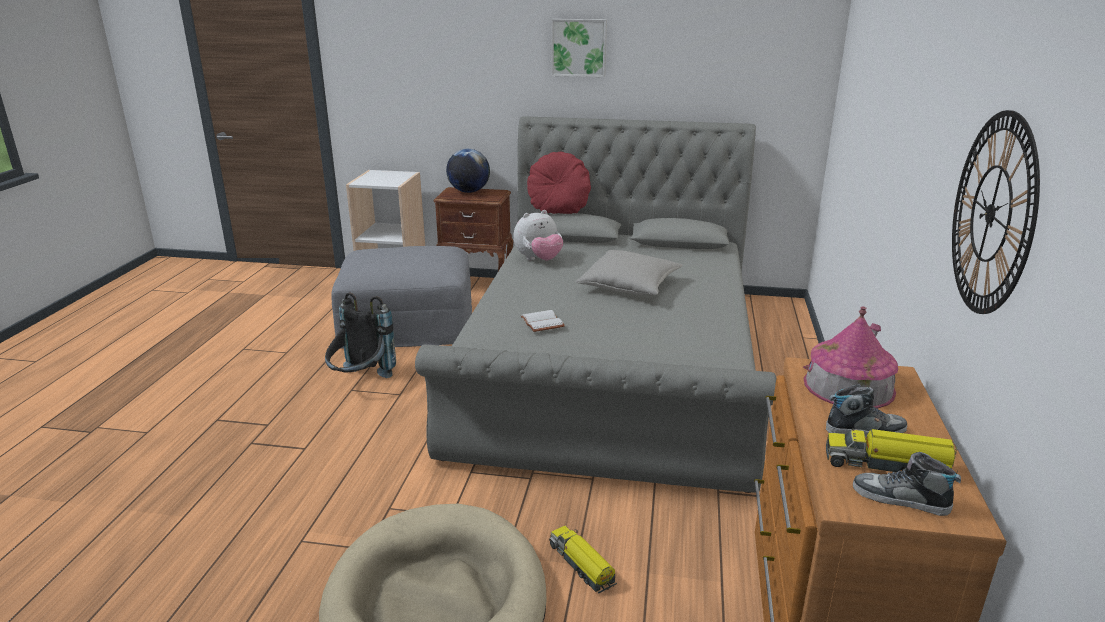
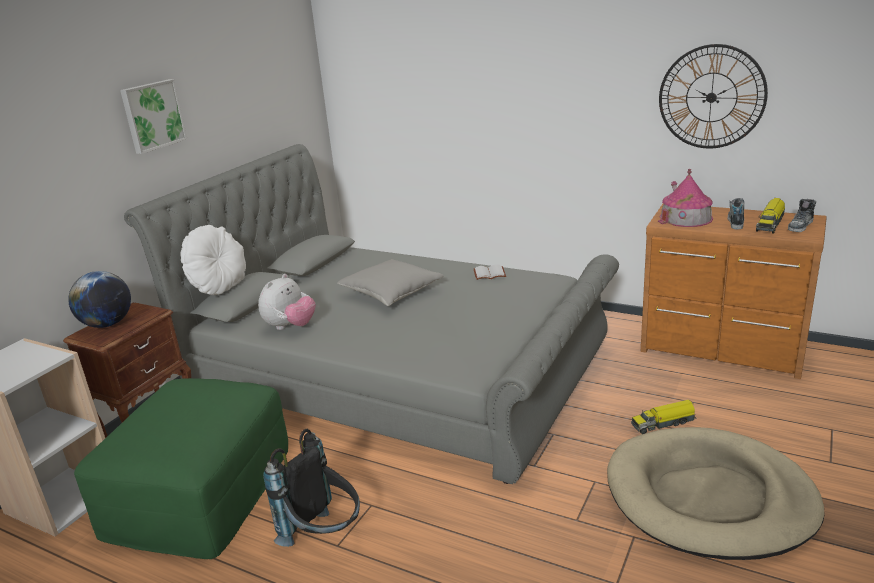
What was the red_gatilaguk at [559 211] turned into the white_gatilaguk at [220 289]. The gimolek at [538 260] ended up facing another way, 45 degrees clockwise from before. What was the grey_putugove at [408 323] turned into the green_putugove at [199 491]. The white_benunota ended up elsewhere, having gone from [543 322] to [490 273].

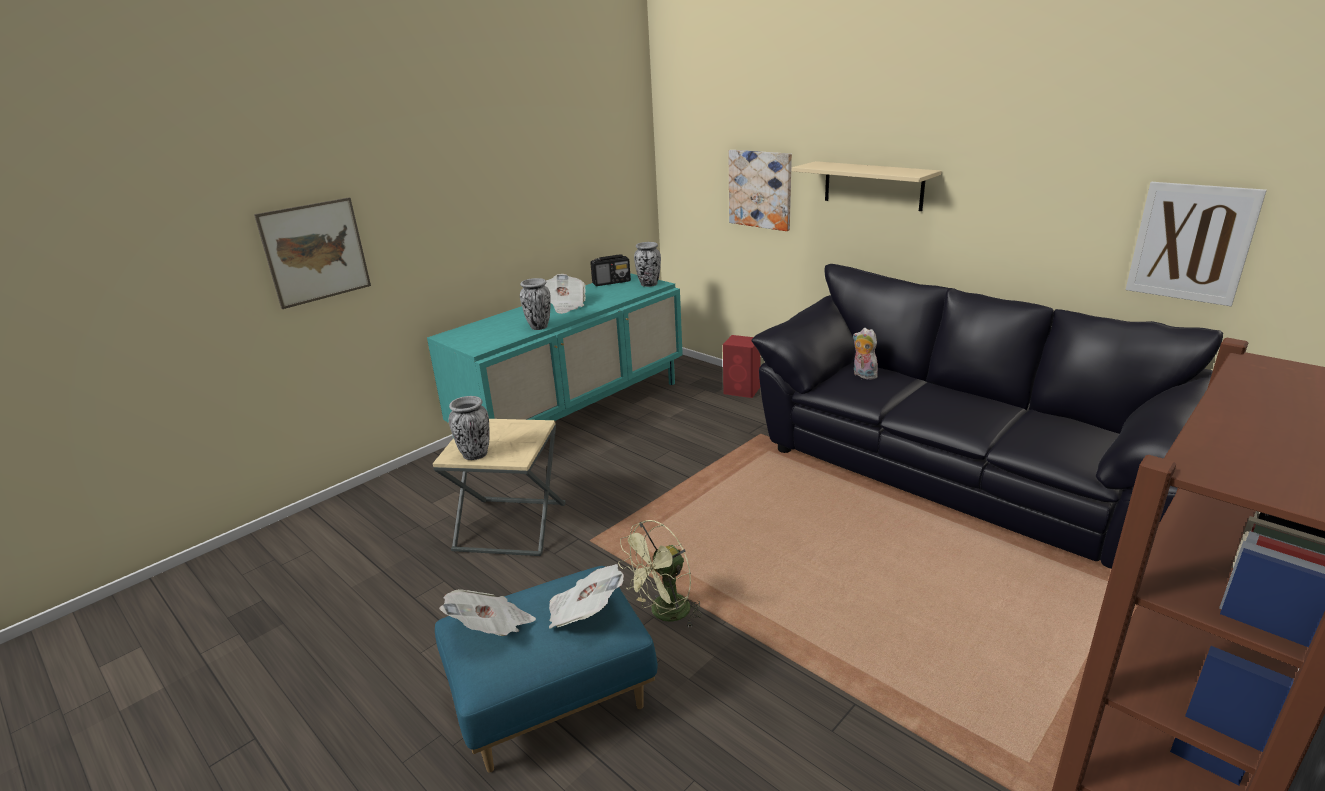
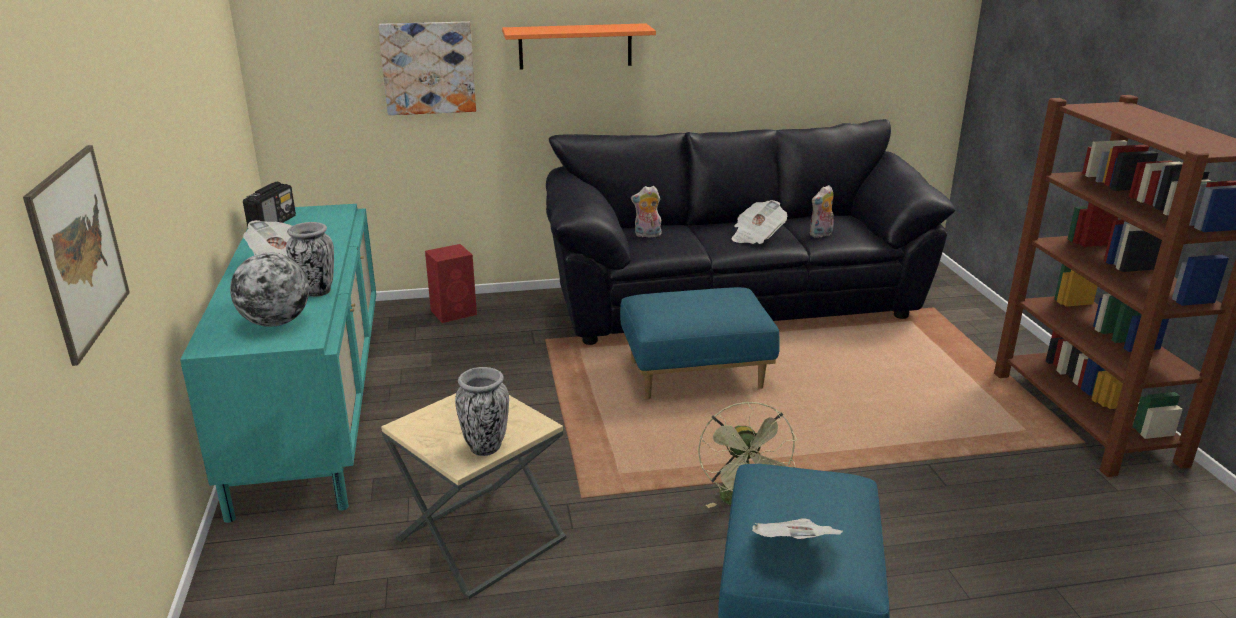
What was the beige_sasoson at [873 185] turned into the orange_sasoson at [575 46]. The second view lost the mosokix at [1191 243]. The second view lost the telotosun at [649 284]. The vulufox ended up elsewhere, having gone from [585 613] to [756 237]. The second view gained the gimolek at [821 235]. The second view gained the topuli at [276 322]. The second view gained the blue_putugove at [696 375].

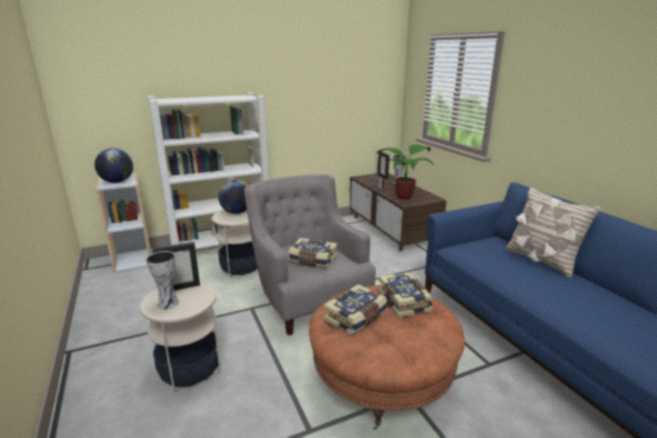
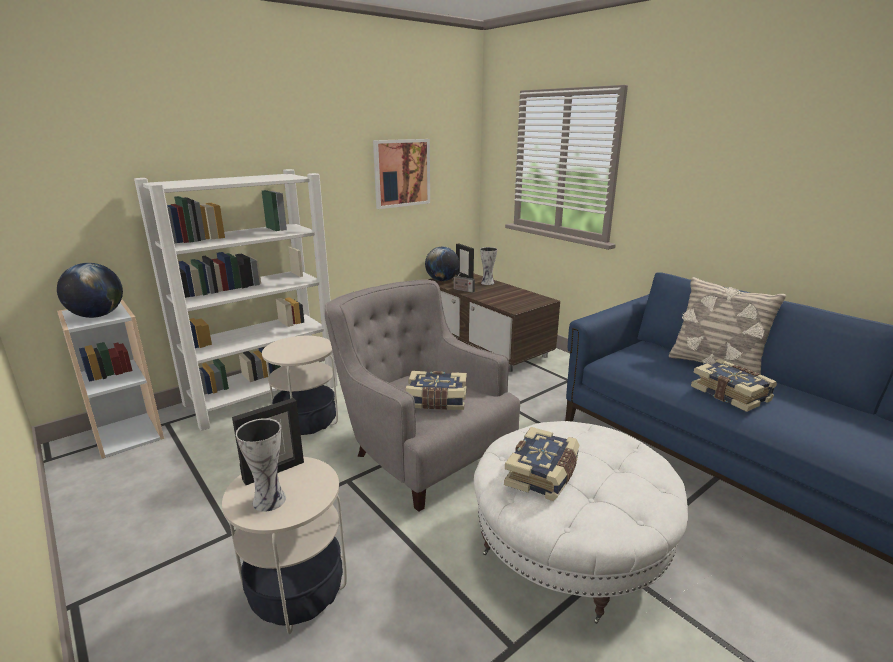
The second view lost the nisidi at [405 197]. The topuli ended up elsewhere, having gone from [237 212] to [442 280]. The benunota ended up elsewhere, having gone from [404 302] to [731 394]. What was the brown_putugove at [381 377] turned into the white_putugove at [569 547]. The second view gained the mosokix at [401 173].

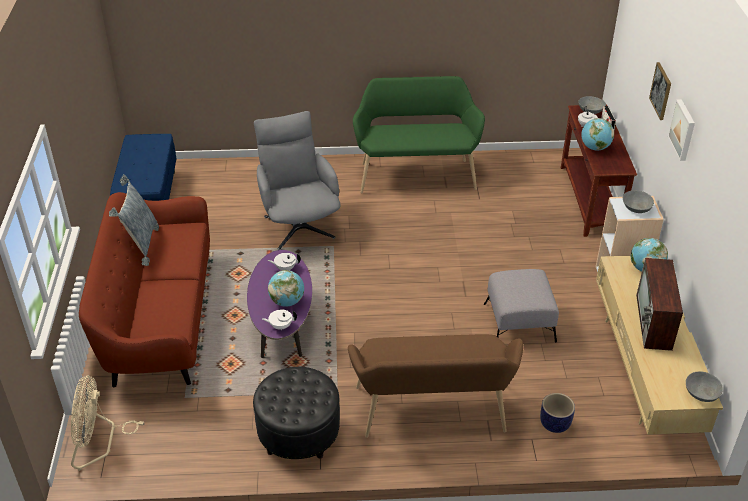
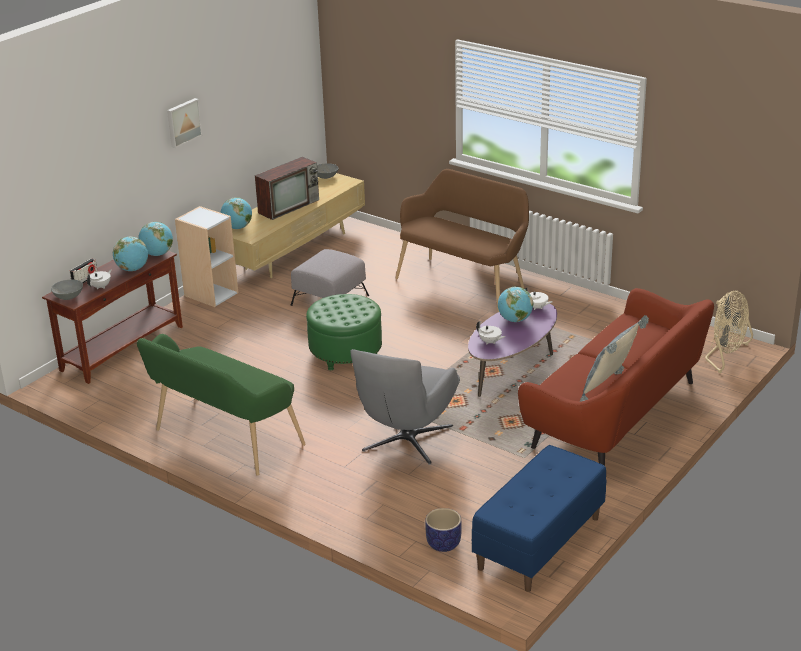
The second view lost the mosokix at [661 91]. The second view lost the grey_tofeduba at [635 208]. The second view lost the black_putugove at [298 434]. The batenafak ended up elsewhere, having gone from [555 424] to [443 544]. The second view gained the topuli at [157 254]. The second view gained the green_putugove at [345 353].

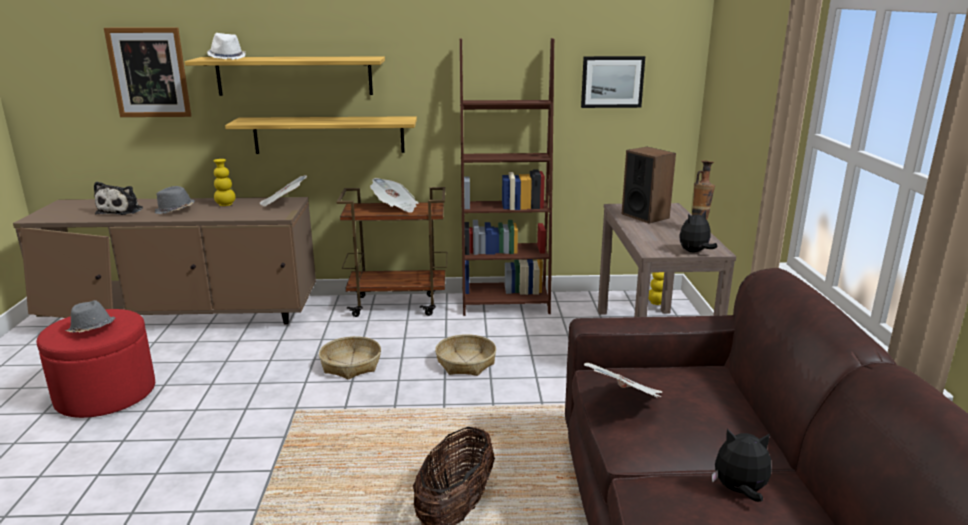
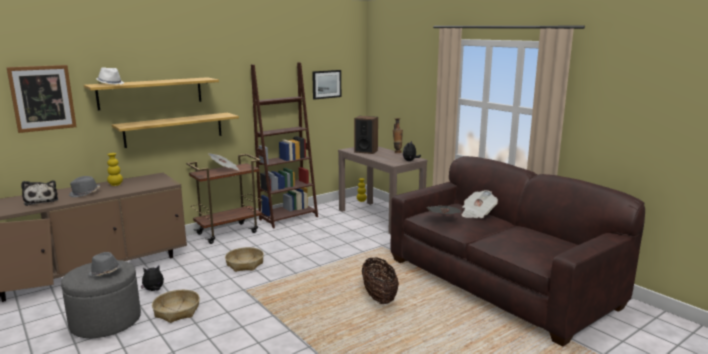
The vulufox ended up elsewhere, having gone from [283 204] to [477 214]. What was the red_putugove at [106 394] turned into the grey_putugove at [106 321]. The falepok ended up elsewhere, having gone from [466 363] to [177 311]. The gimolek ended up elsewhere, having gone from [739 491] to [154 290].

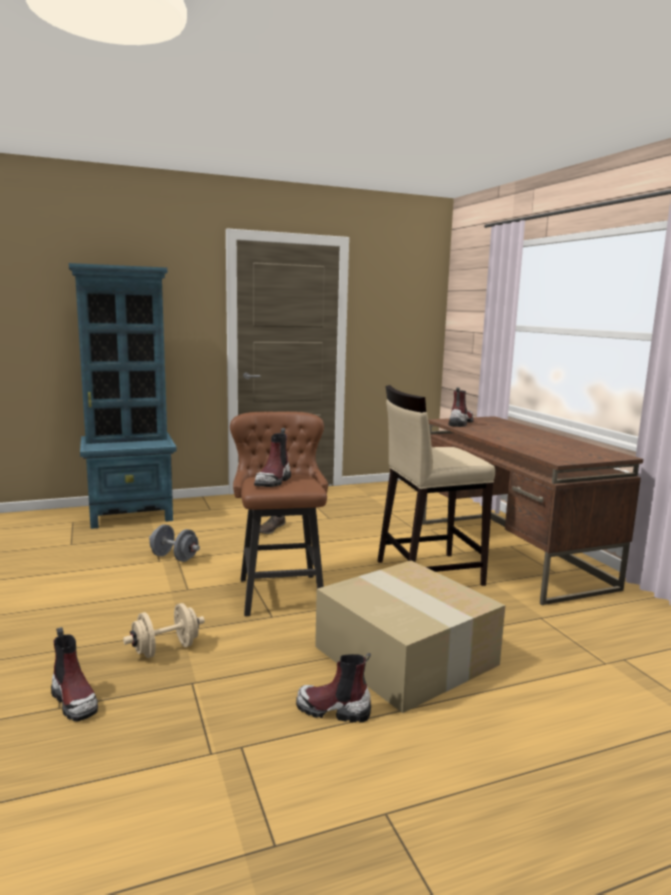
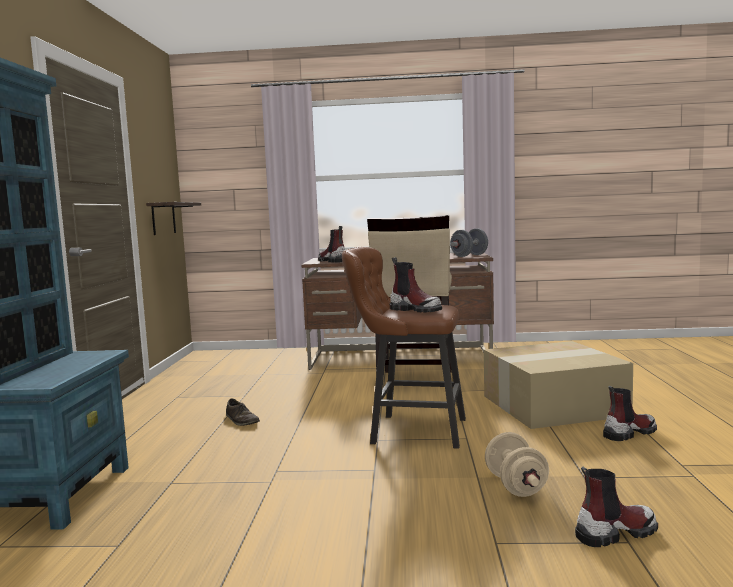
The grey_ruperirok ended up elsewhere, having gone from [174 557] to [469 256]. The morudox at [333 710] ended up facing another way, 150 degrees counterclockwise from before. The second view gained the sasoson at [163 218].

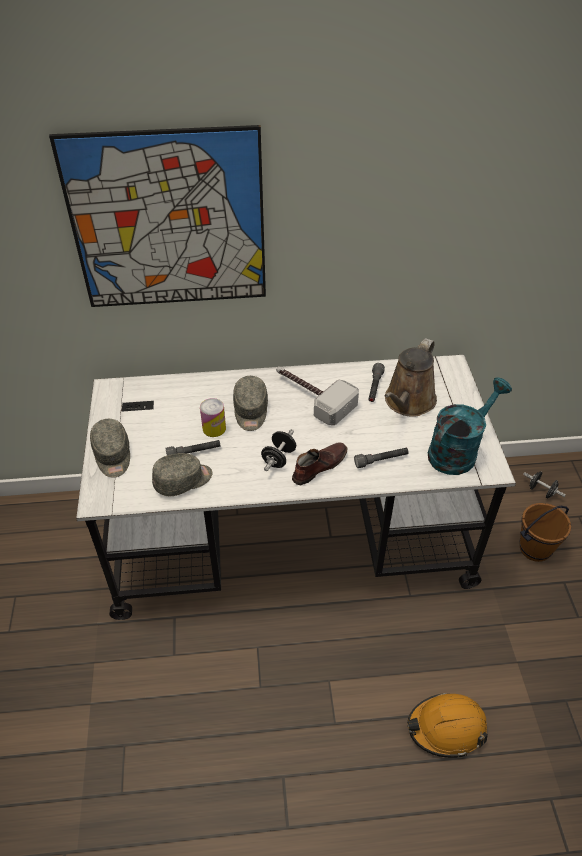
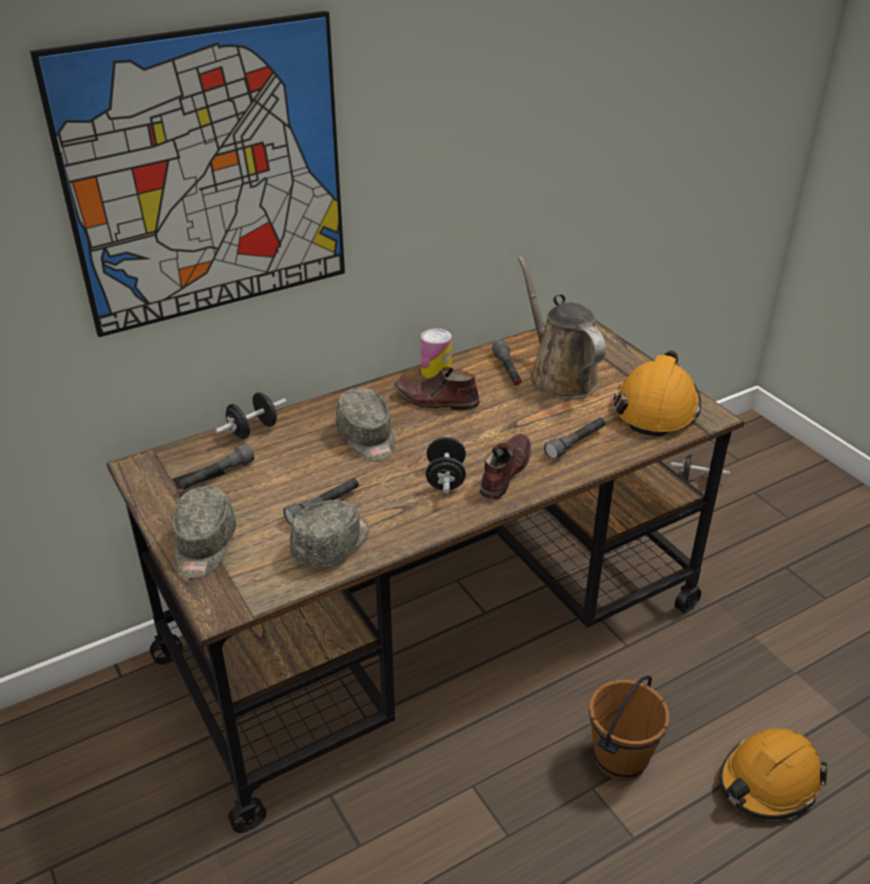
The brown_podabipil at [408 402] ended up facing another way, 150 degrees clockwise from before. What was the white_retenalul at [290 538] turned into the brown_retenalul at [433 633]. Where the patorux stood at [311 396], the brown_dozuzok came to stand at [436 400]. Where the turquoise_podabipil stood at [458 450], the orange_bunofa came to stand at [656 408]. The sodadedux ended up elsewhere, having gone from [214 428] to [436 371]. The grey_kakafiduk at [112 455] ended up facing another way, 45 degrees clockwise from before. The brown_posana ended up elsewhere, having gone from [534 548] to [619 758]. The second view gained the black_ruperirok at [253 430]. The second view gained the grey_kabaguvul at [217 476].

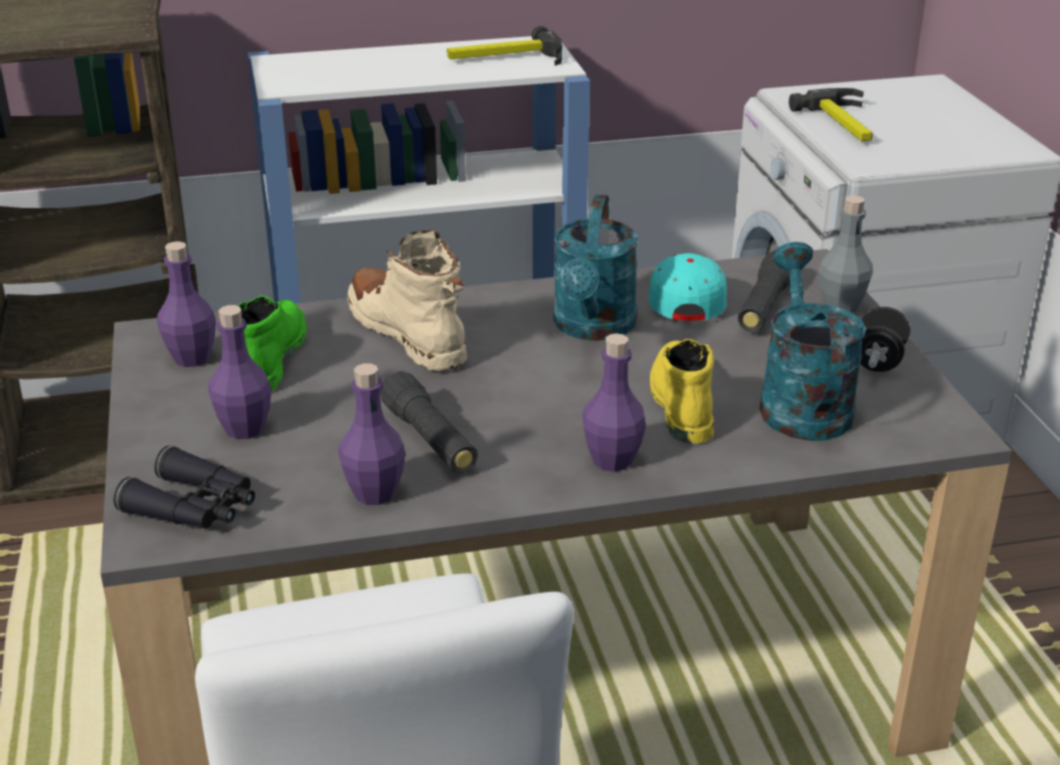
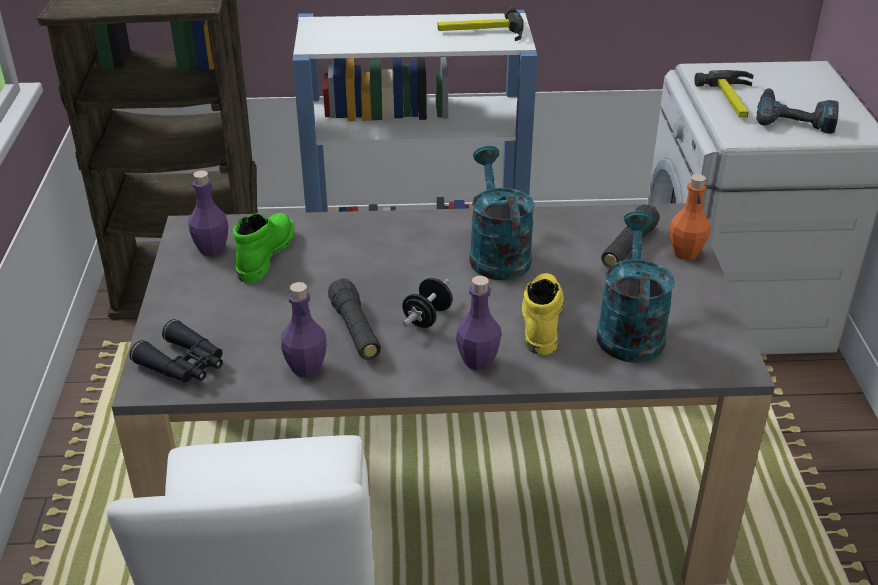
The turquoise_podabipil at [593 328] ended up facing another way, 150 degrees clockwise from before. What was the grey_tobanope at [840 307] turned into the orange_tobanope at [685 253]. The second view lost the beige_morudox at [408 334]. The second view lost the turquoise_kakafiduk at [685 298]. The second view lost the purple_tobanope at [244 429]. The black_ruperirok ended up elsewhere, having gone from [878 360] to [427 317]. The second view gained the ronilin at [795 117].

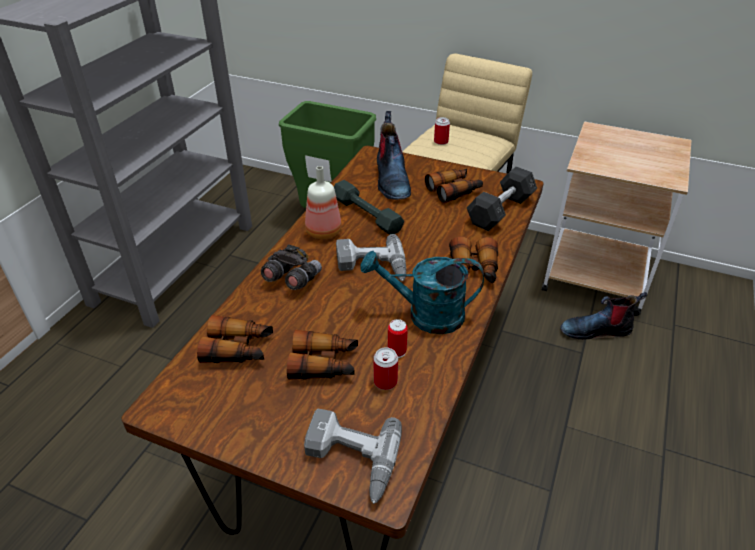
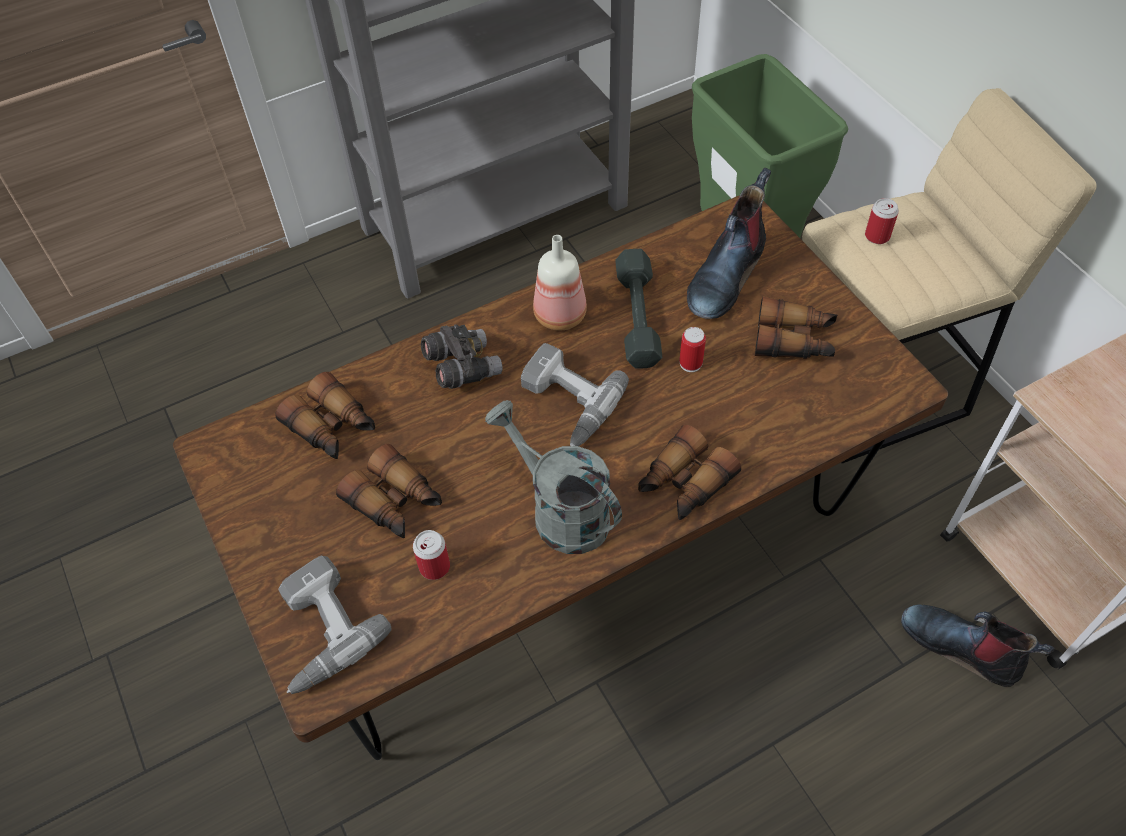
The second view lost the grey_ruperirok at [500 211]. What was the turquoise_podabipil at [425 315] turned into the grey_podabipil at [560 511]. The sodadedux ended up elsewhere, having gone from [397 351] to [690 363].

